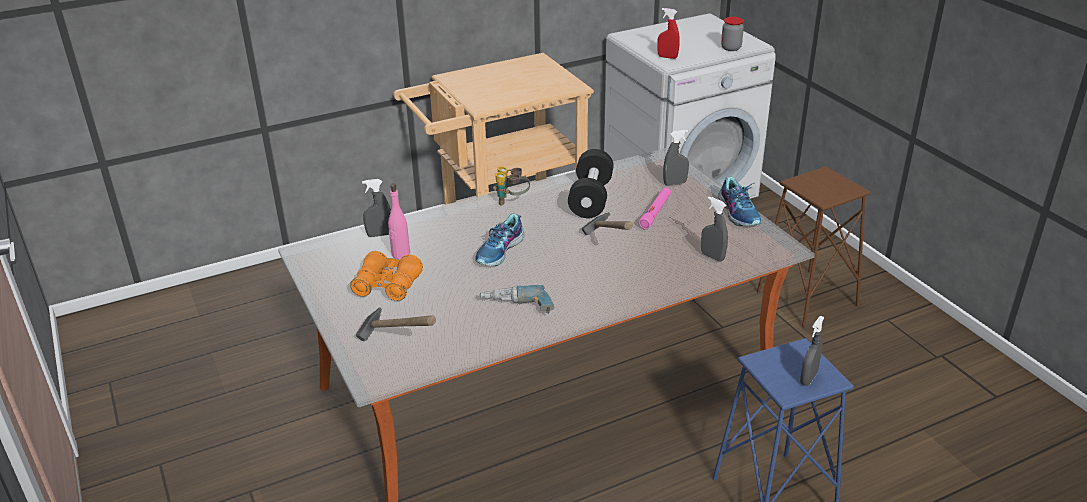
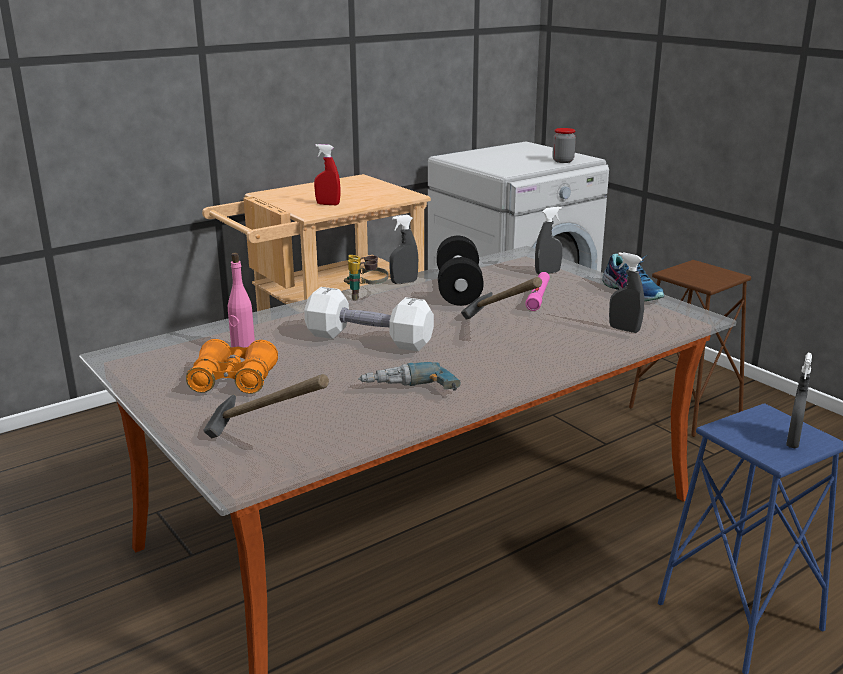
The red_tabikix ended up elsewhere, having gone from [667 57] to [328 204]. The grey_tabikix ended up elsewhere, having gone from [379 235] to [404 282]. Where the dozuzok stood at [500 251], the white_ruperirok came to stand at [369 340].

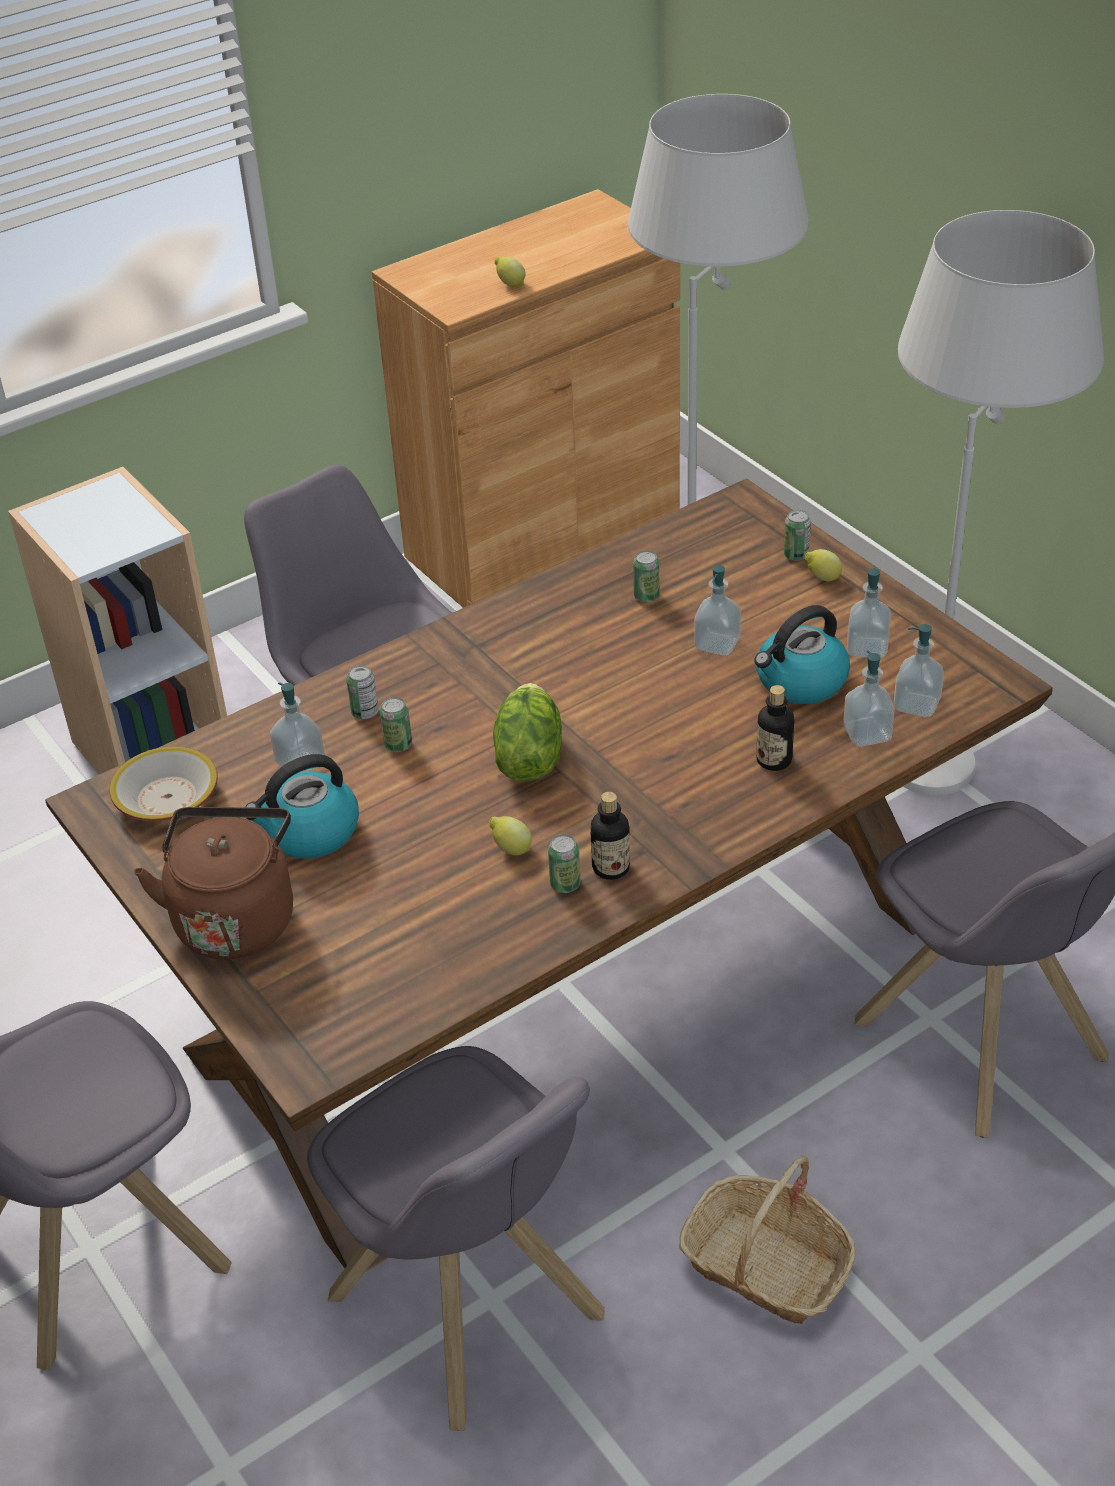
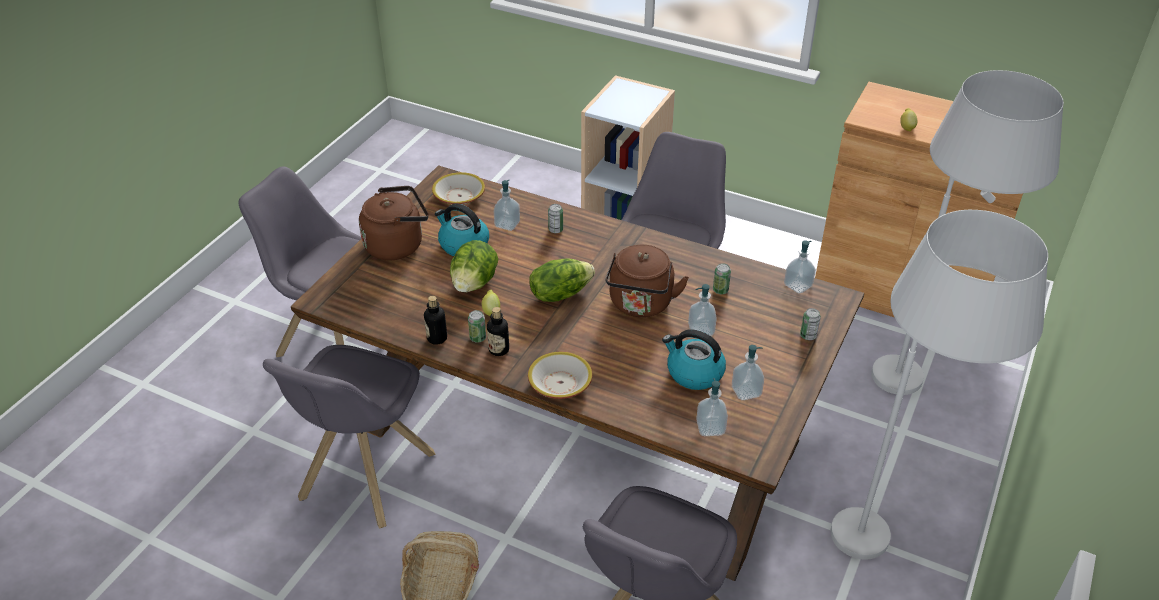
The second view lost the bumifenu at [822 578]. The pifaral ended up elsewhere, having gone from [867 734] to [798 285]. The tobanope ended up elsewhere, having gone from [774 760] to [437 338]. The second view lost the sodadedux at [398 745]. The second view gained the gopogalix at [474 283]. The second view gained the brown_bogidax at [640 305]. The second view gained the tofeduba at [560 383].

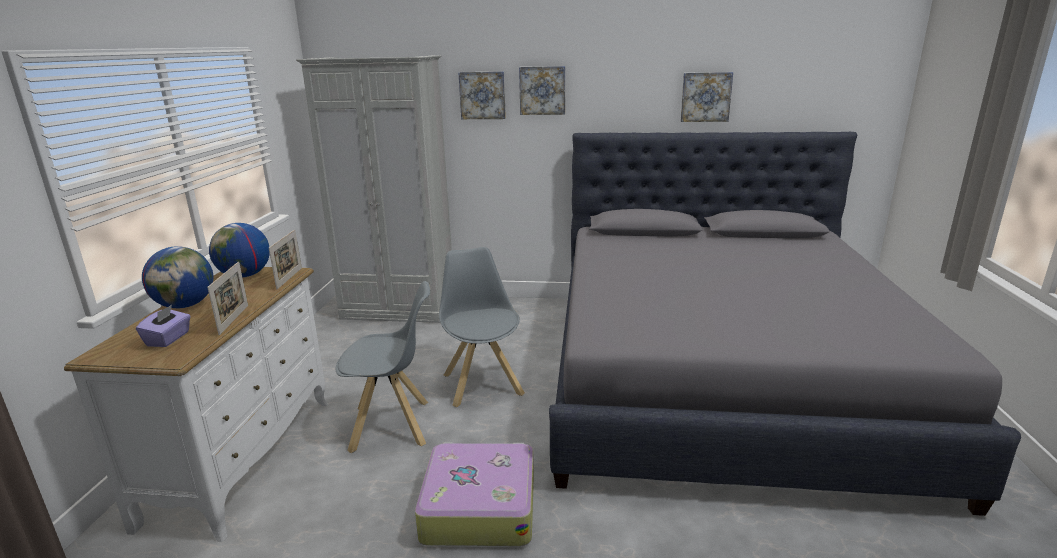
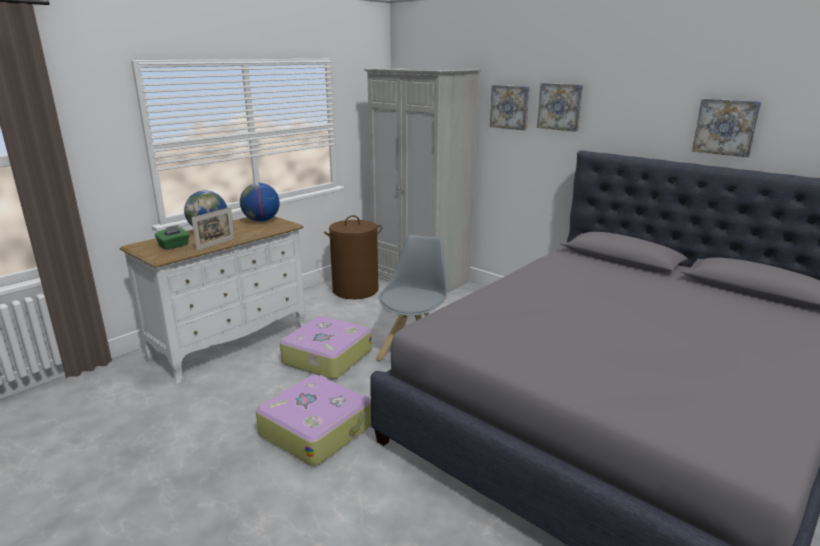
The second view lost the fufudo at [289 278]. Where the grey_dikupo stood at [393 425], the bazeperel came to stand at [326 357]. What was the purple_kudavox at [169 339] turned into the green_kudavox at [174 246]. The second view gained the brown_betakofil at [355 290].

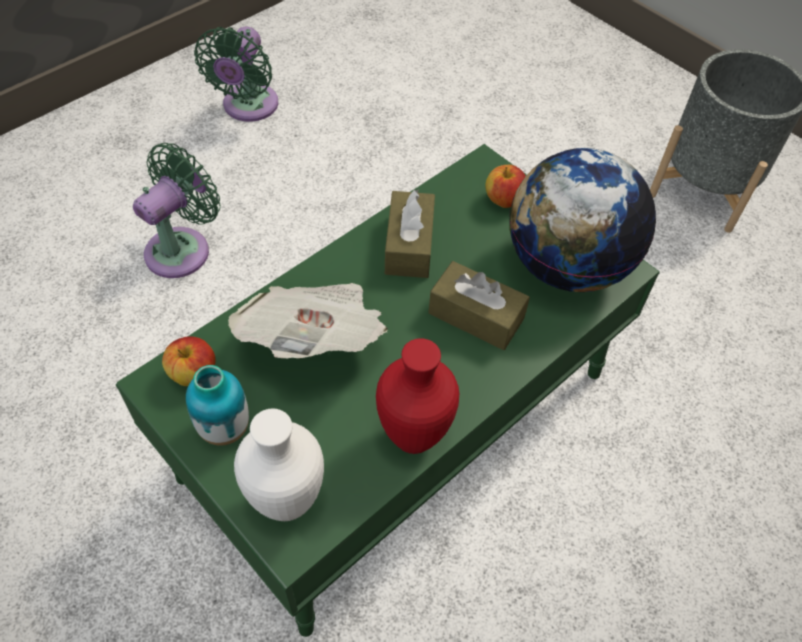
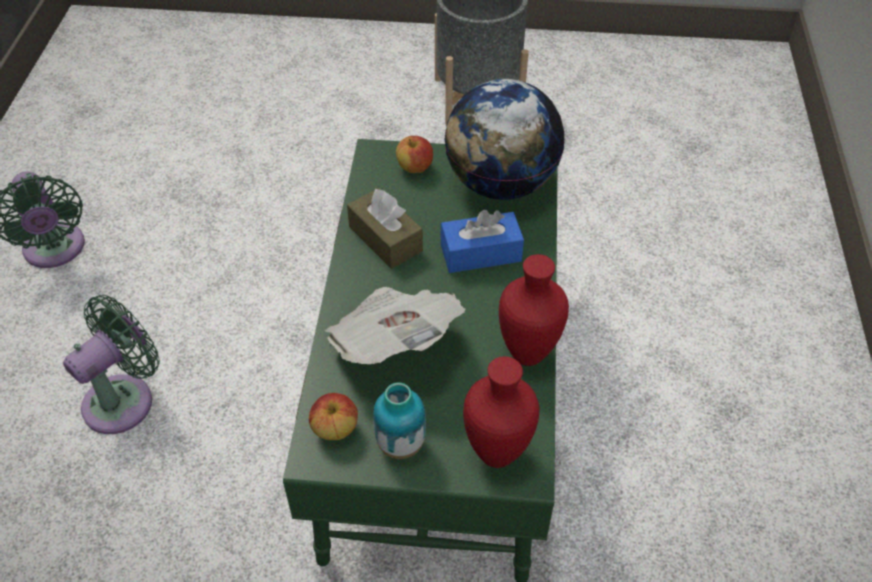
The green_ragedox at [183 248] ended up facing another way, 45 degrees clockwise from before. What was the brown_kudavox at [476 316] turned into the blue_kudavox at [480 253]. What was the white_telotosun at [285 501] turned into the red_telotosun at [494 454].

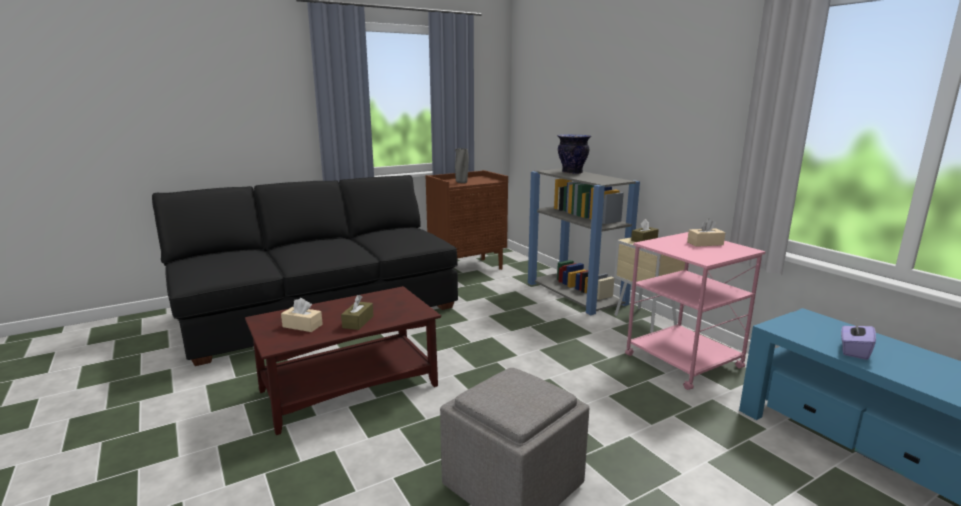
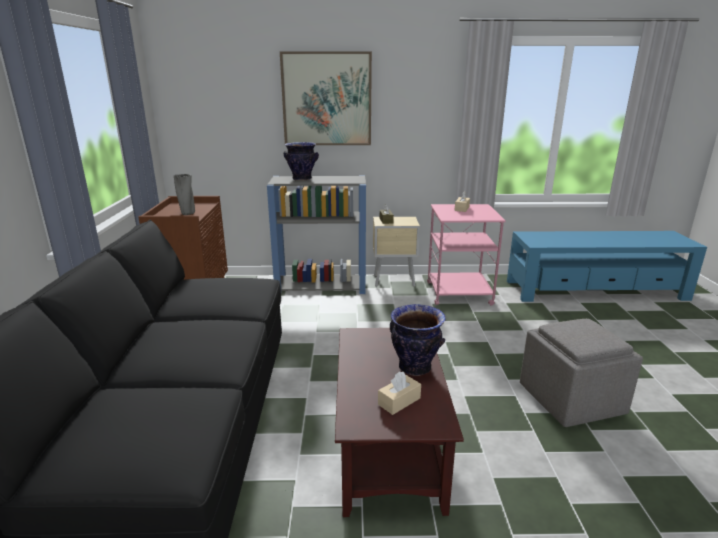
Where the brown_kudavox stood at [358 322], the telotosun came to stand at [414 368]. The second view lost the purple_kudavox at [854 351]. The second view gained the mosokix at [327 99].

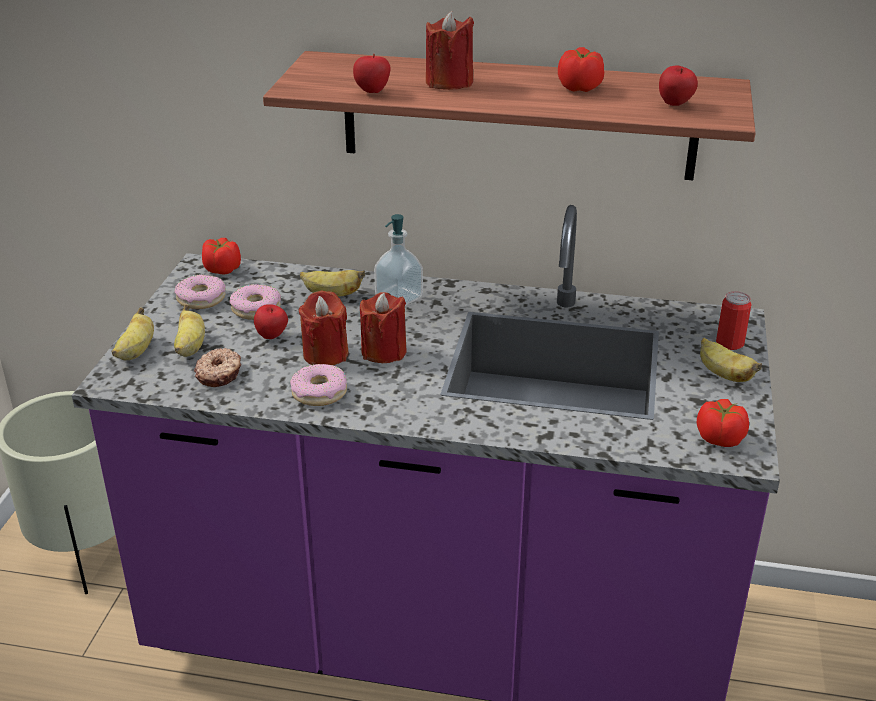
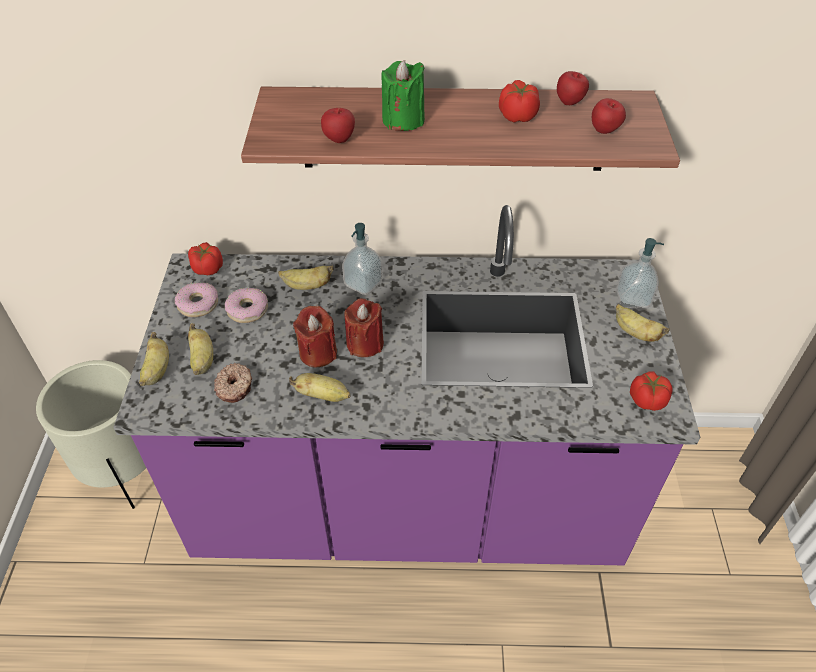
What was the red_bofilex at [449 82] turned into the green_bofilex at [403 120]. Where the sodadedux stood at [730 343], the pifaral came to stand at [632 299]. The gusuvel ended up elsewhere, having gone from [272 337] to [569 103]. Where the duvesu stood at [319 392], the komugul came to stand at [323 396].

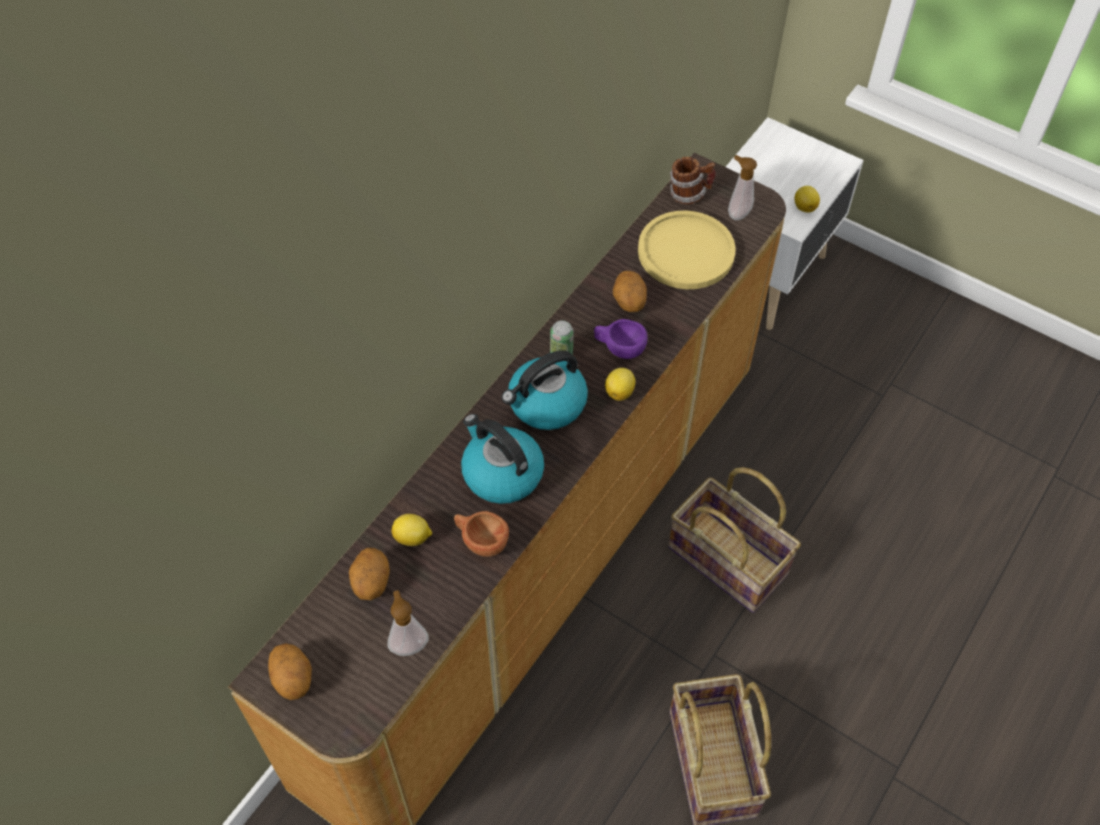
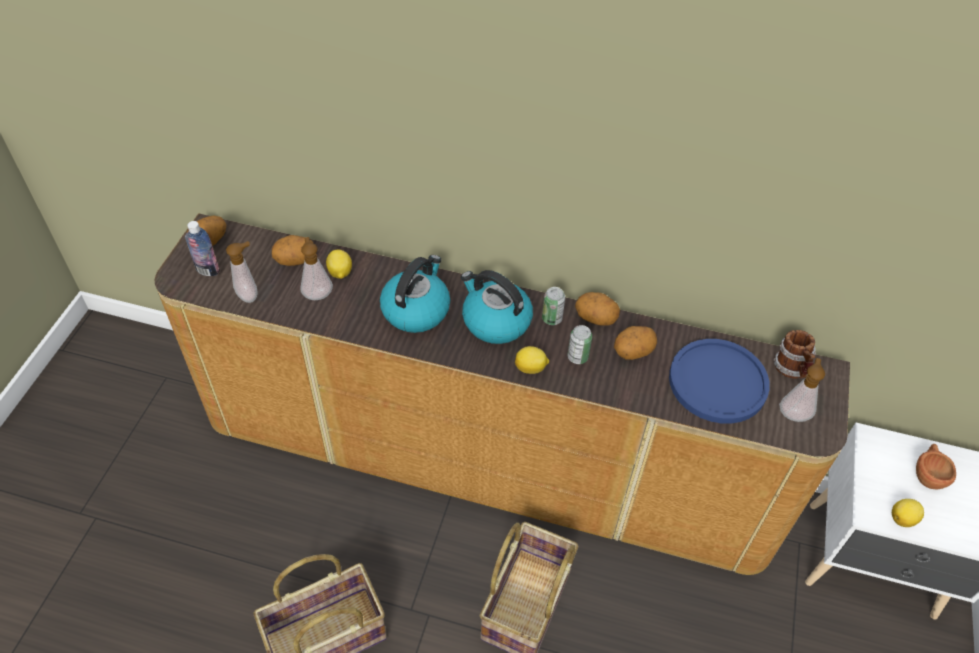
What was the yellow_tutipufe at [686 252] turned into the blue_tutipufe at [717 382]. Where the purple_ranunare stood at [619 348], the sodadedux came to stand at [577 357]. The brown_ranunare ended up elsewhere, having gone from [480 541] to [927 474]. The second view gained the tobanope at [208 270]. The second view gained the pifaral at [317 294]. The second view gained the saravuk at [596 318].

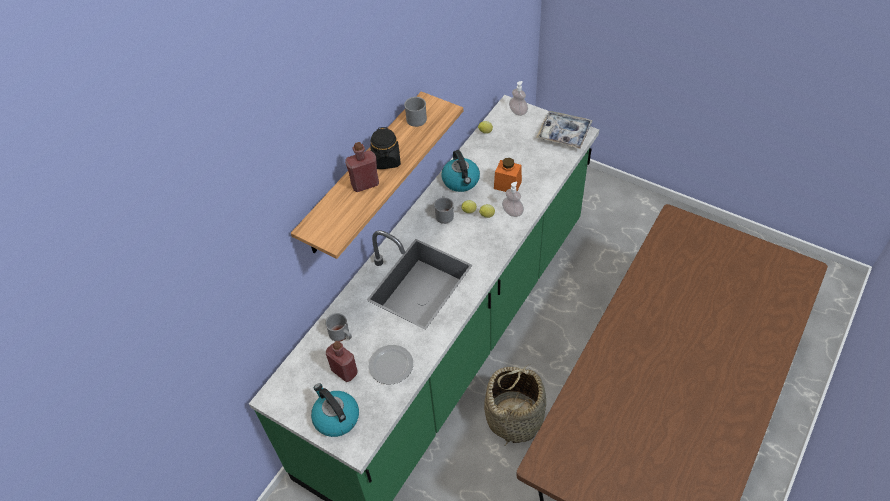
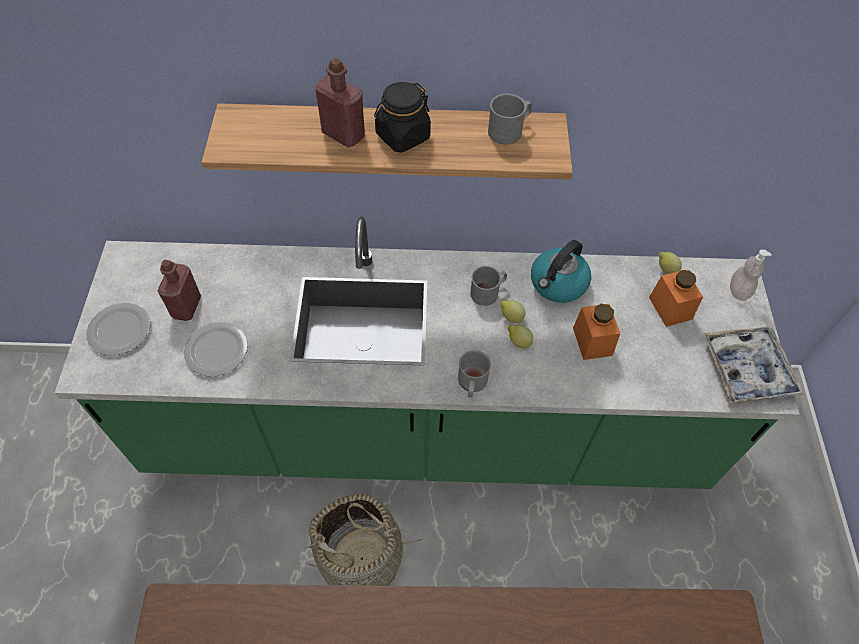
The second view lost the pifaral at [512 212]. The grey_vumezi ended up elsewhere, having gone from [341 335] to [472 384]. Where the bogidax stood at [335 417], the tutipufe came to stand at [118 331]. The second view gained the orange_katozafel at [670 308].

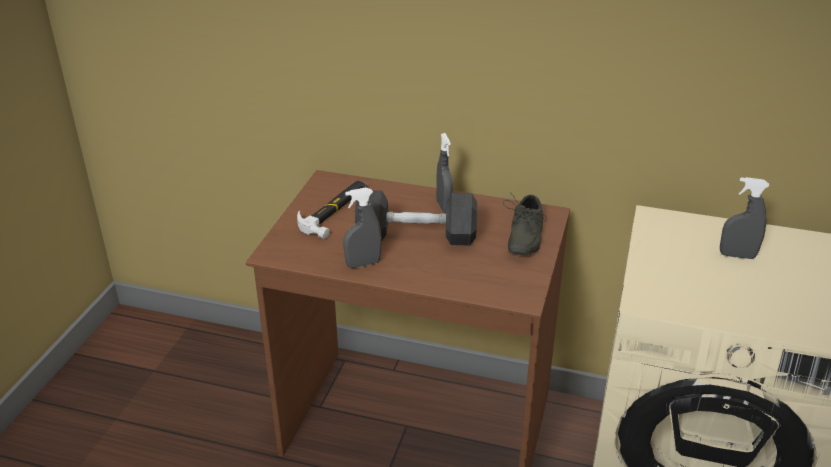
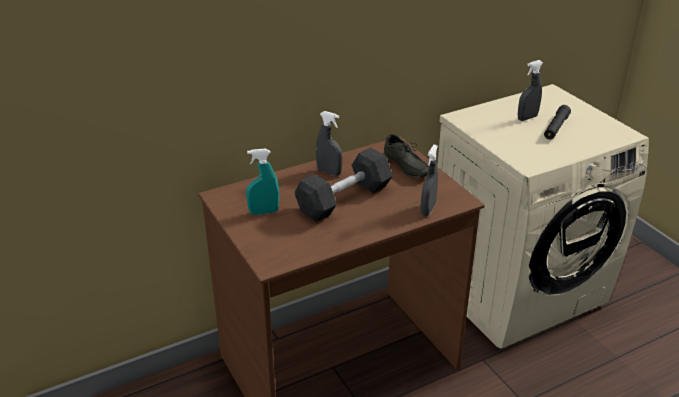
Where the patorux stood at [336 211], the turquoise_tabikix came to stand at [264 212]. The grey_tabikix ended up elsewhere, having gone from [363 264] to [428 209]. The second view gained the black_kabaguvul at [556 128].

